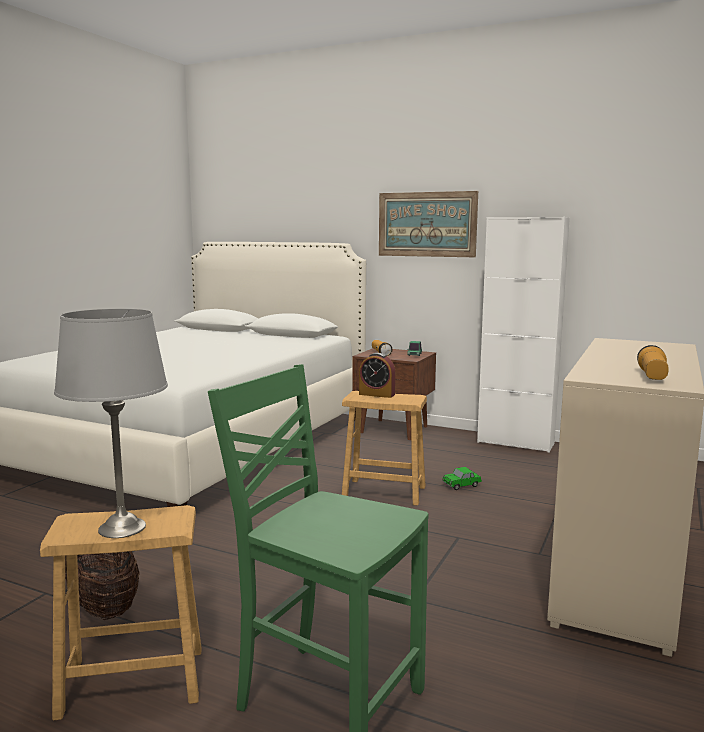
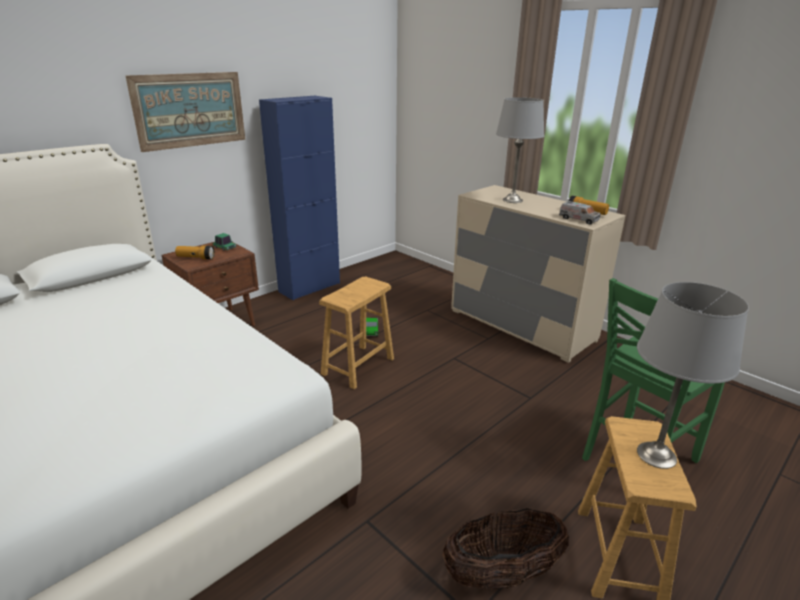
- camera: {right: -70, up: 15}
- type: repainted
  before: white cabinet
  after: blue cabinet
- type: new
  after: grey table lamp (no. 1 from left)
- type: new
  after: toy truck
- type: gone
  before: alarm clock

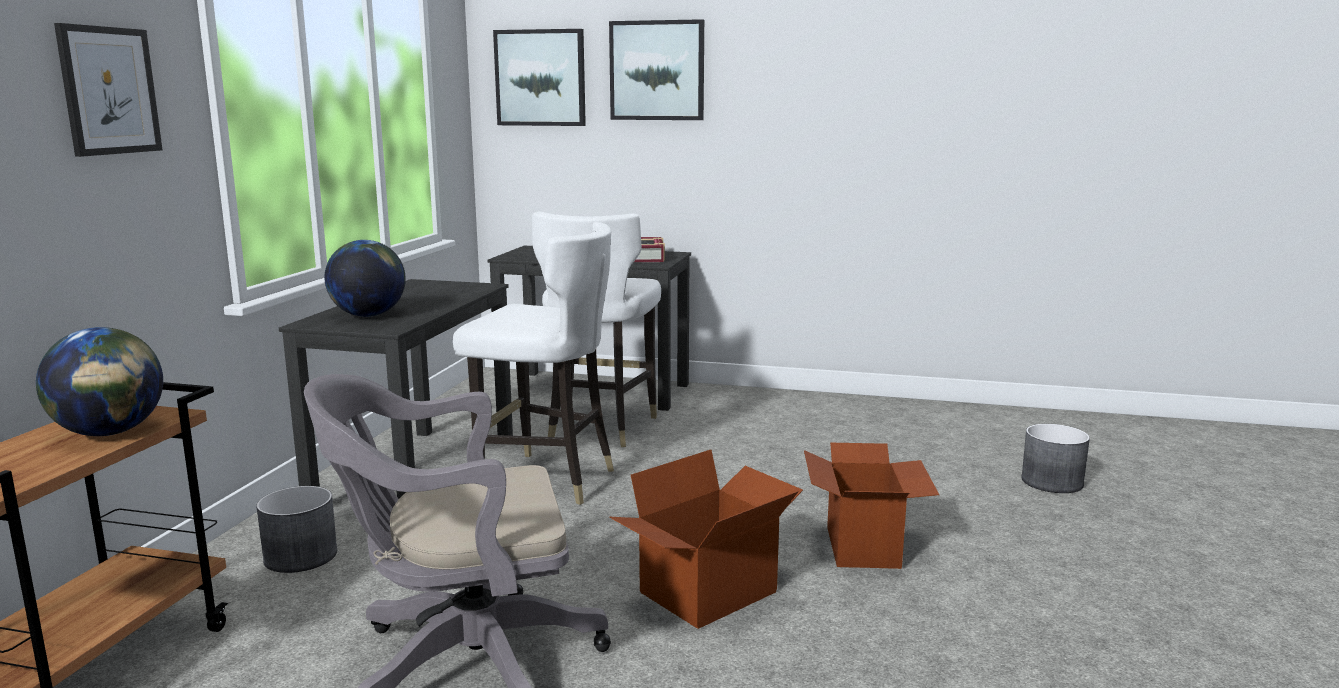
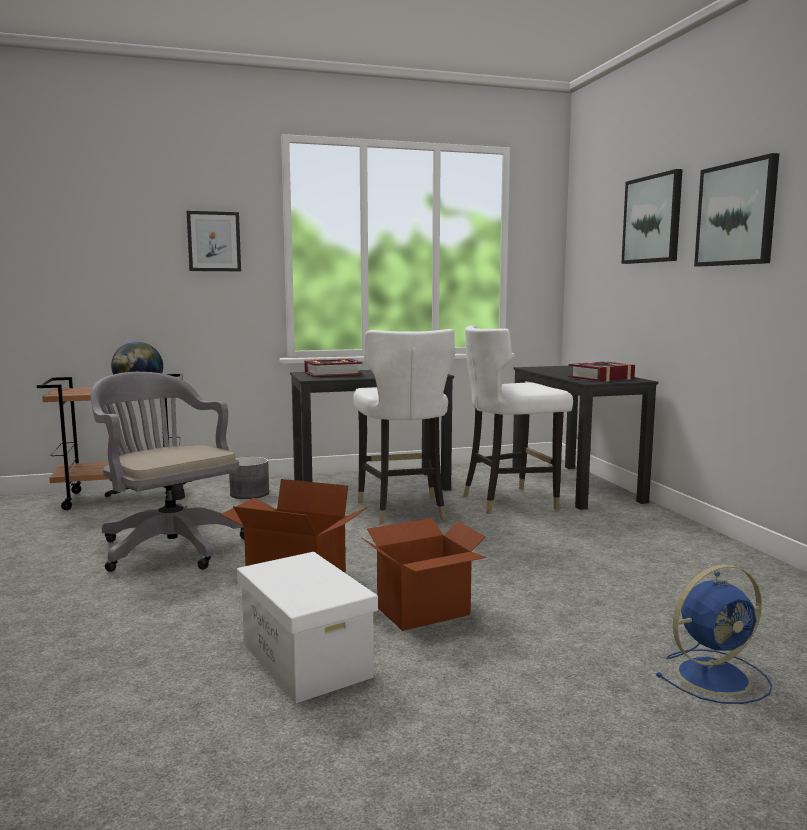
- camera: {right: 60, up: -5}
- type: new
  after: white storage box
- type: swapped
  before: globe (no. 2 from left)
  after: book (no. 1 from left)
- type: swapped
  before: grey planter (no. 2 from left)
  after: blue fan
- type: shifted
  before: picture (no. 2 from left in the first image)
  after: picture (no. 3 from left)

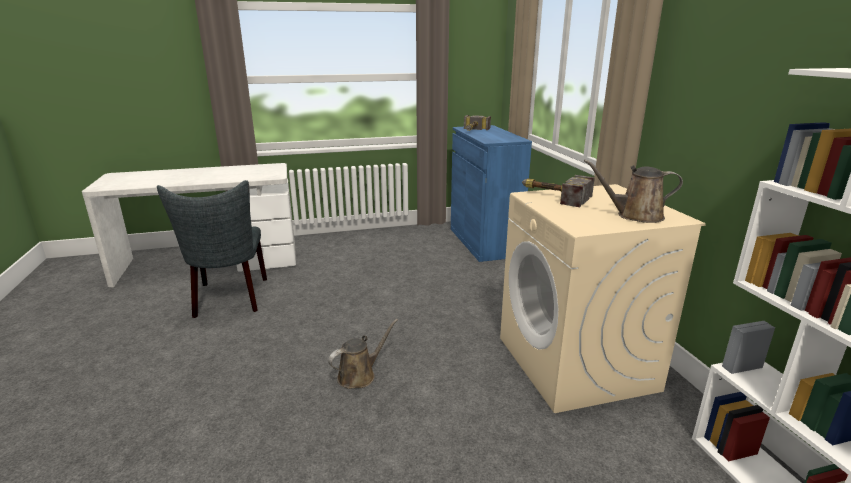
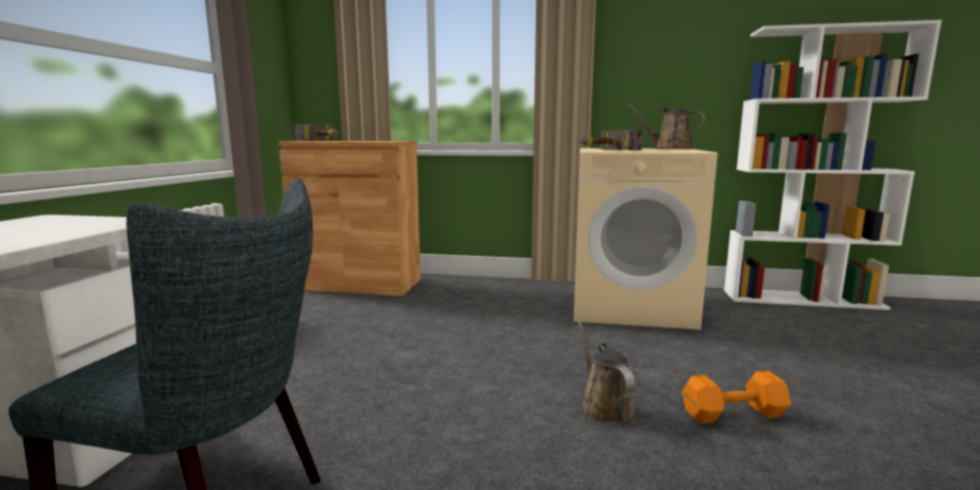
- camera: {right: -65, up: -10}
- type: repainted
  before: blue cabinet
  after: brown cabinet
- type: rotated
  before: brown watering can (no. 2 from left)
  turn: 90
- type: new
  after: orange dumbbell

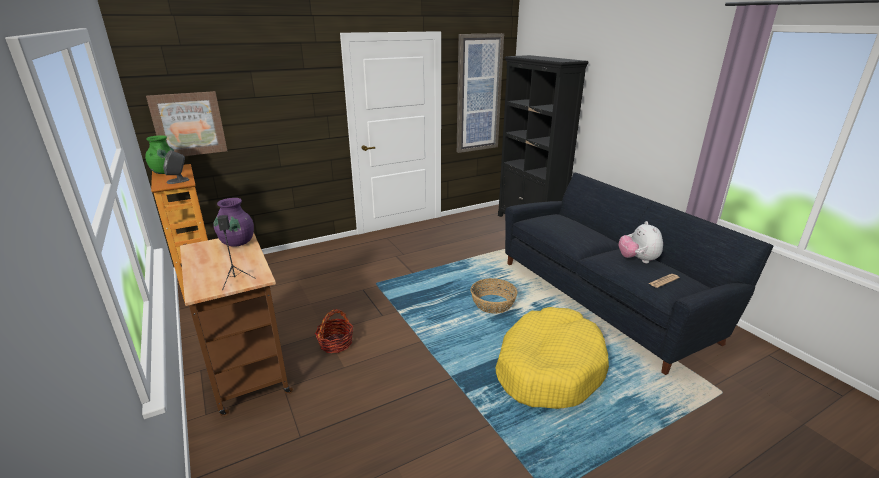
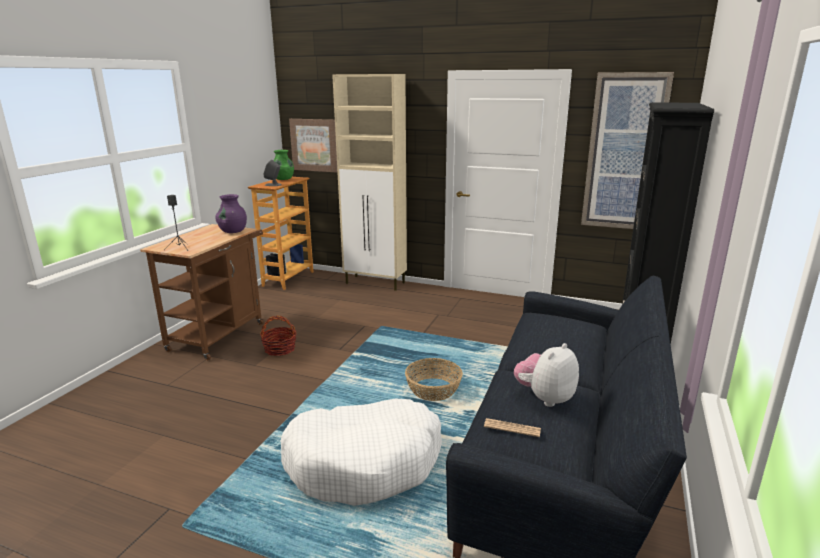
- camera: {right: 50, up: -5}
- type: repainted
  before: yellow dog bed
  after: white dog bed
- type: new
  after: beige cabinet

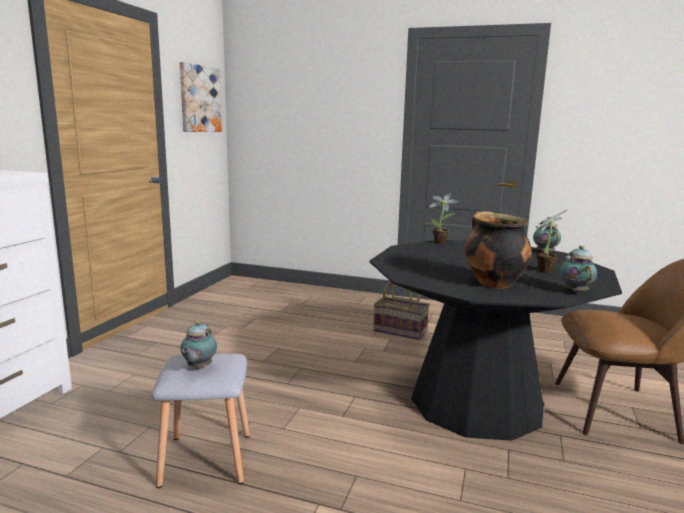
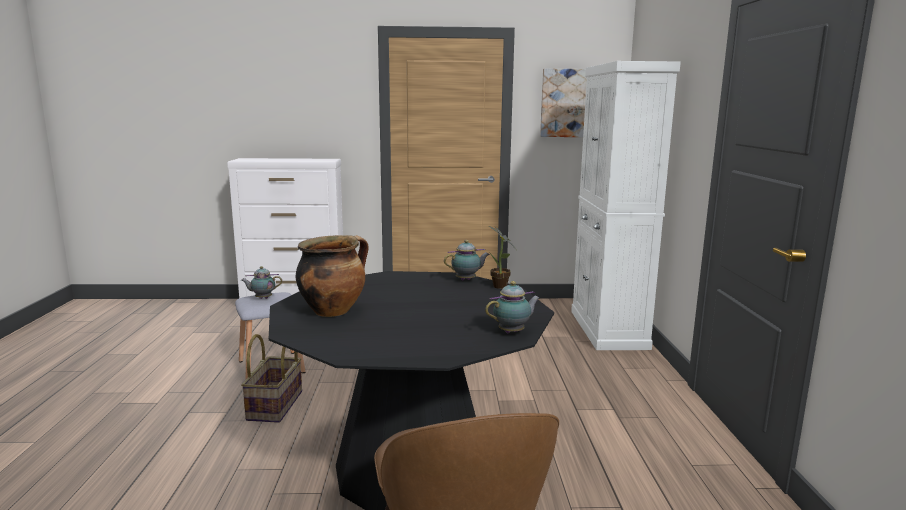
- camera: {right: 70, up: 0}
- type: shifted
  before: basket
- type: shifted
  before: teapot (no. 3 from left in the first image)
  after: teapot (no. 2 from left)
- type: new
  after: white cabinet
- type: gone
  before: potted plant (no. 2 from left)

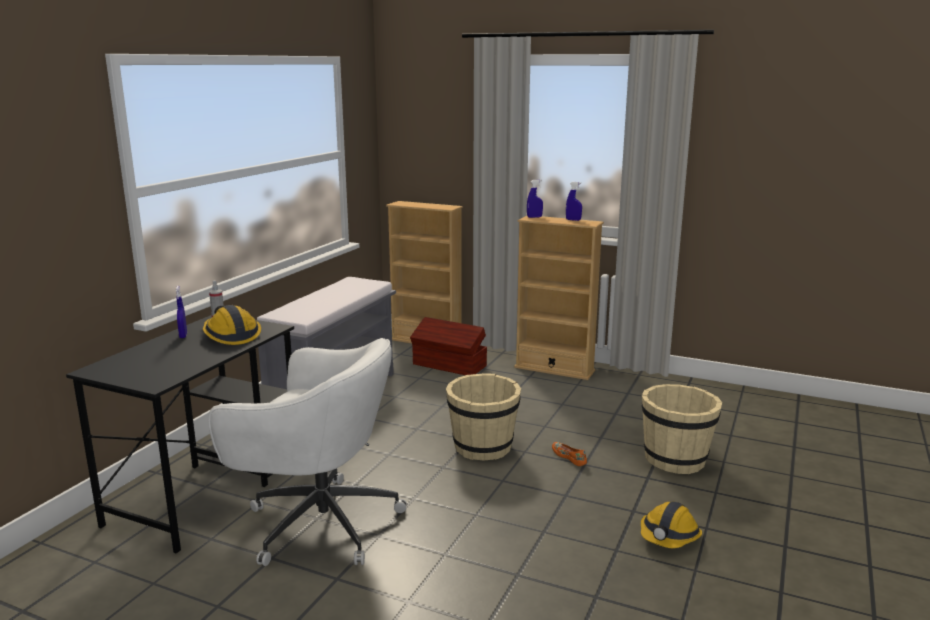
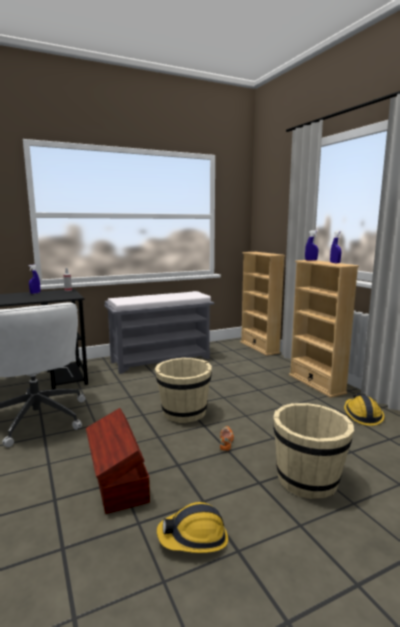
- camera: {right: 40, up: -5}
- type: shifted
  before: brown storage box
- type: shifted
  before: hard hat (no. 1 from left in the first image)
  after: hard hat (no. 2 from left)

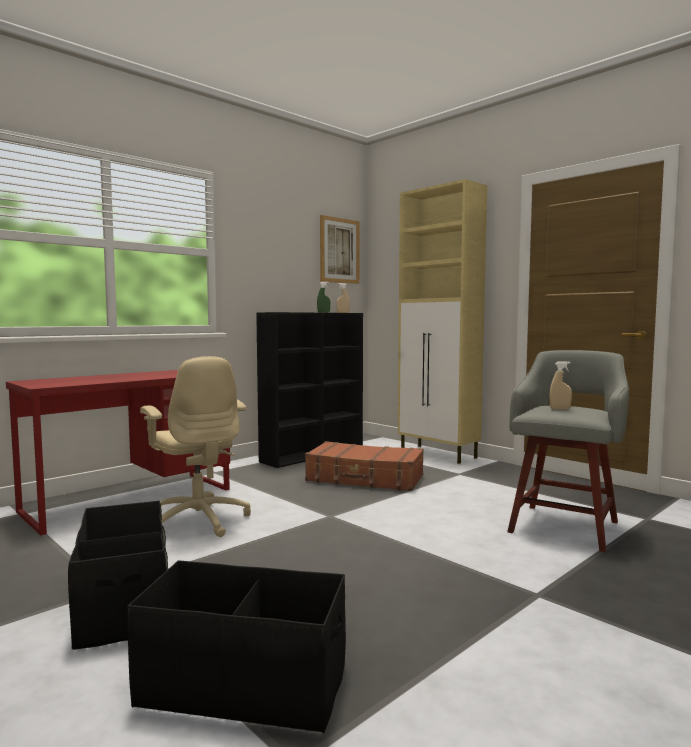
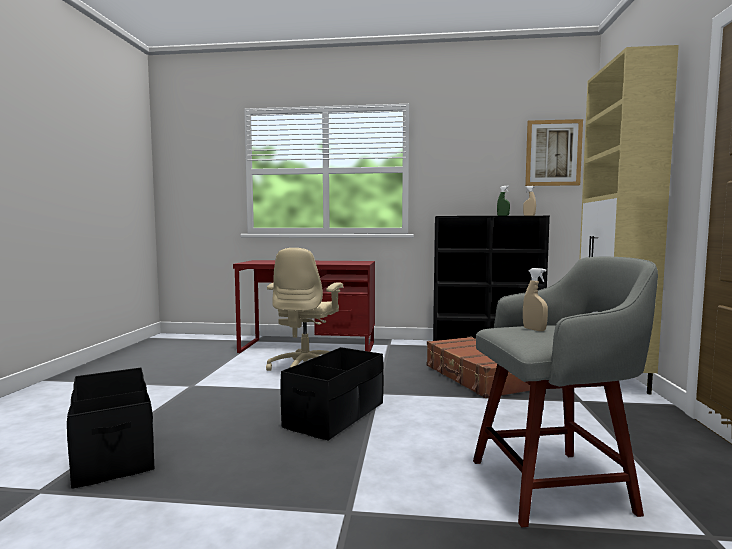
- camera: {right: 50, up: 0}
- type: shifted
  before: black storage box (no. 1 from left in the first image)
  after: black storage box (no. 2 from left)

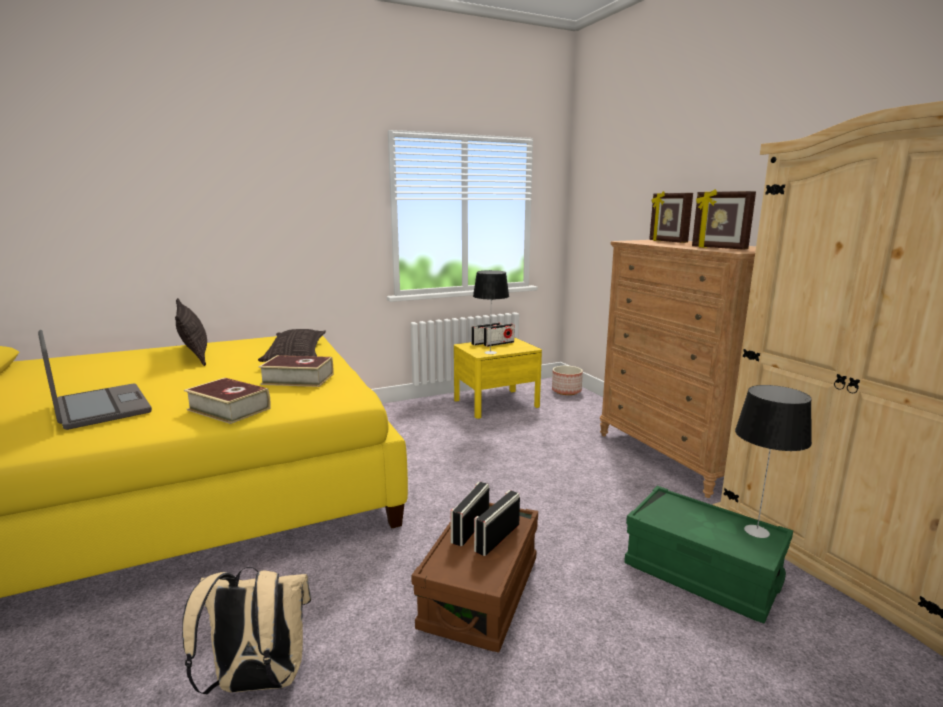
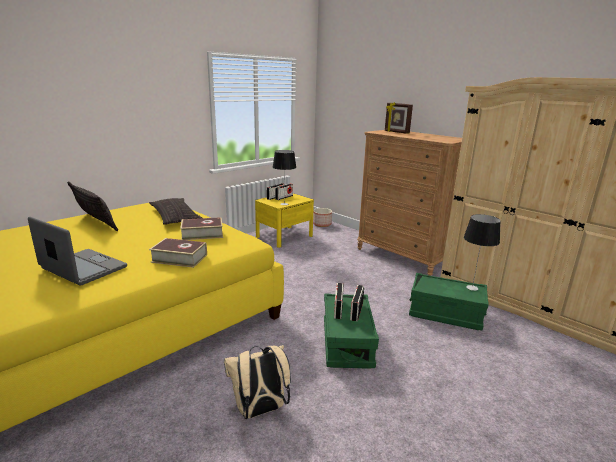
- camera: {right: -20, up: 5}
- type: repainted
  before: brown storage box
  after: green storage box (no. 1 from left)
- type: gone
  before: picture frame (no. 2 from left)

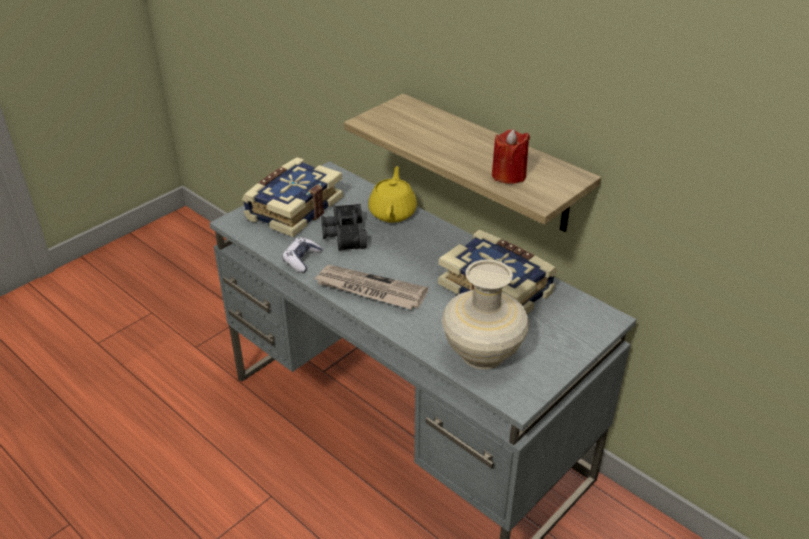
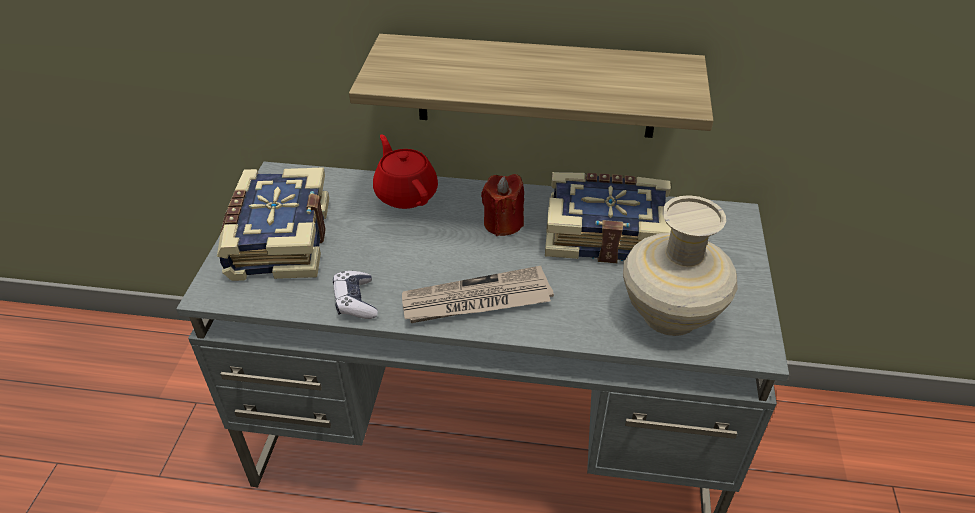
- camera: {right: -35, up: 5}
- type: repainted
  before: yellow teapot
  after: red teapot
- type: shifted
  before: red candle
- type: gone
  before: black binoculars

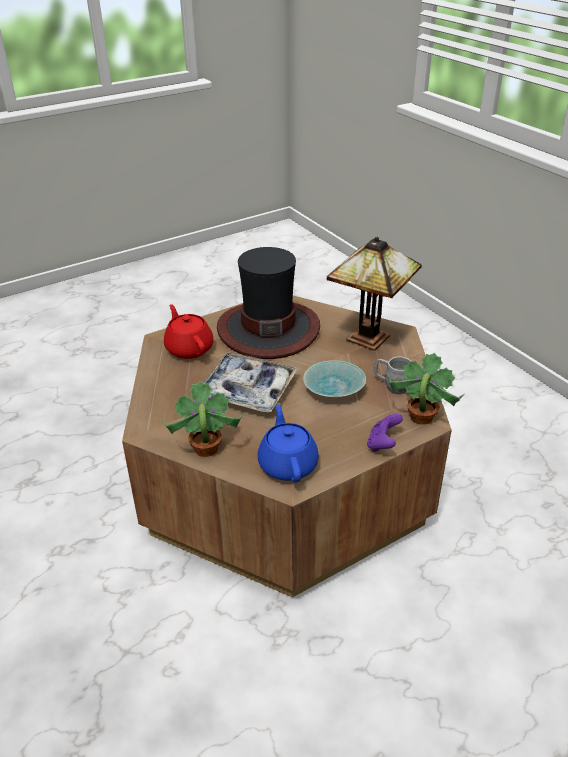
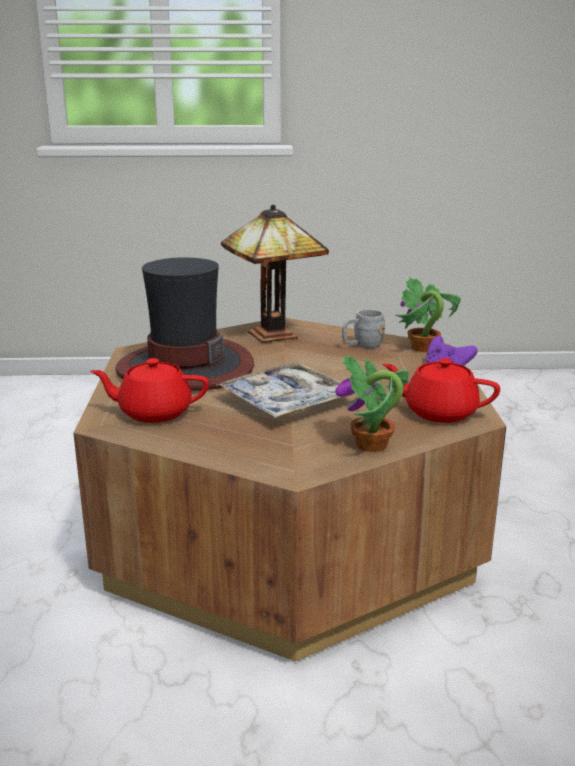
- camera: {right: -60, up: -15}
- type: repainted
  before: blue teapot
  after: red teapot (no. 2 from left)
- type: gone
  before: turquoise bowl

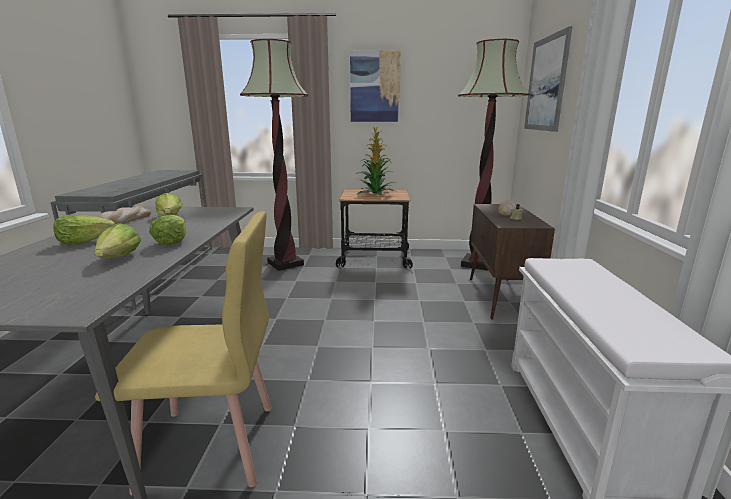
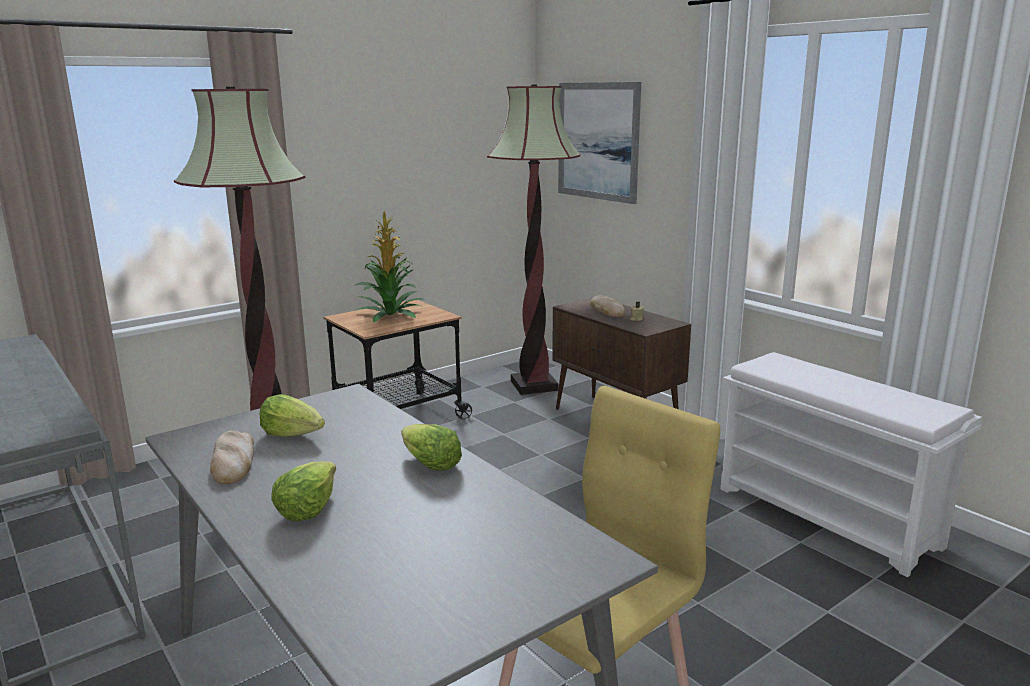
- camera: {right: -40, up: 0}
- type: gone
  before: lettuce (no. 2 from left)
- type: gone
  before: picture (no. 1 from left)

